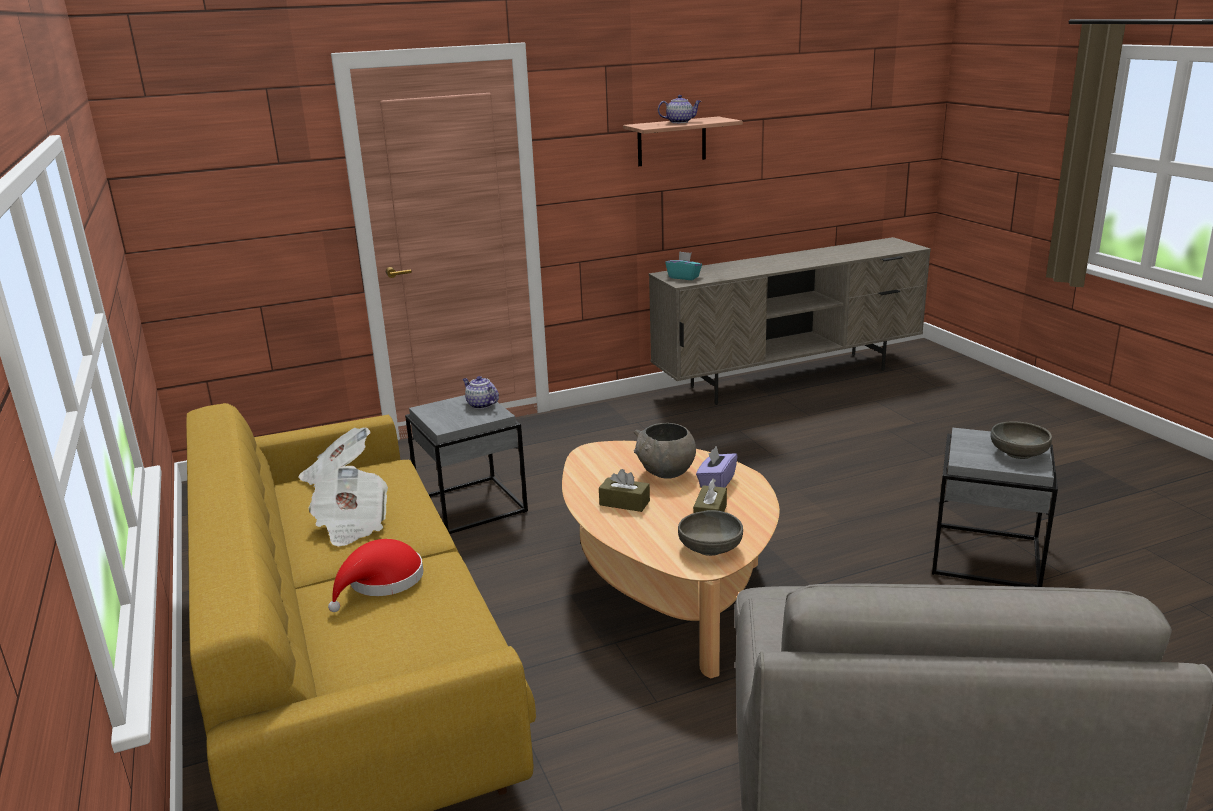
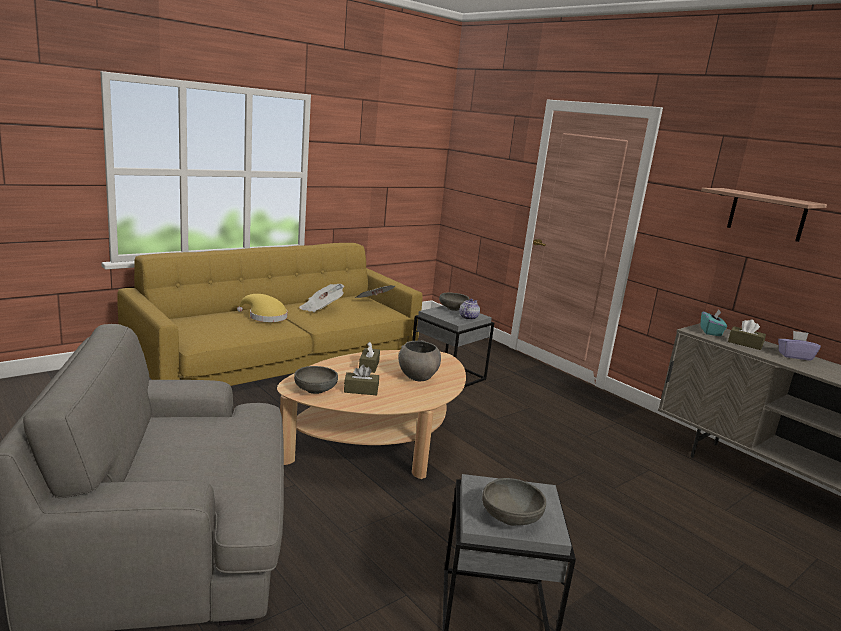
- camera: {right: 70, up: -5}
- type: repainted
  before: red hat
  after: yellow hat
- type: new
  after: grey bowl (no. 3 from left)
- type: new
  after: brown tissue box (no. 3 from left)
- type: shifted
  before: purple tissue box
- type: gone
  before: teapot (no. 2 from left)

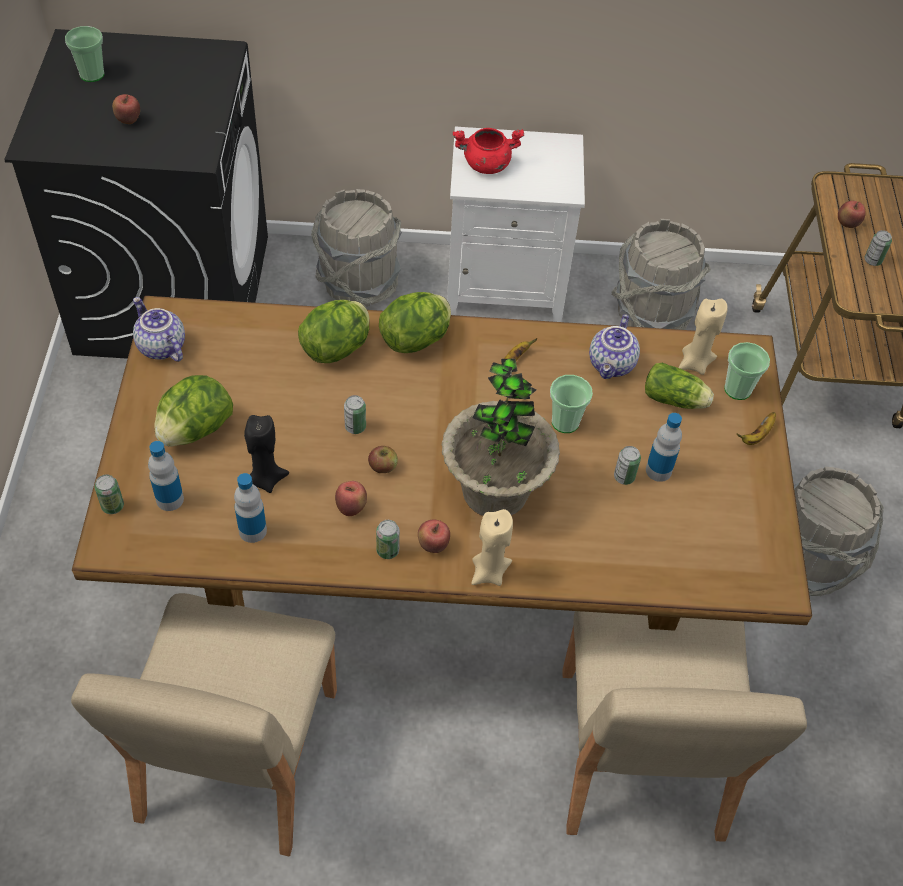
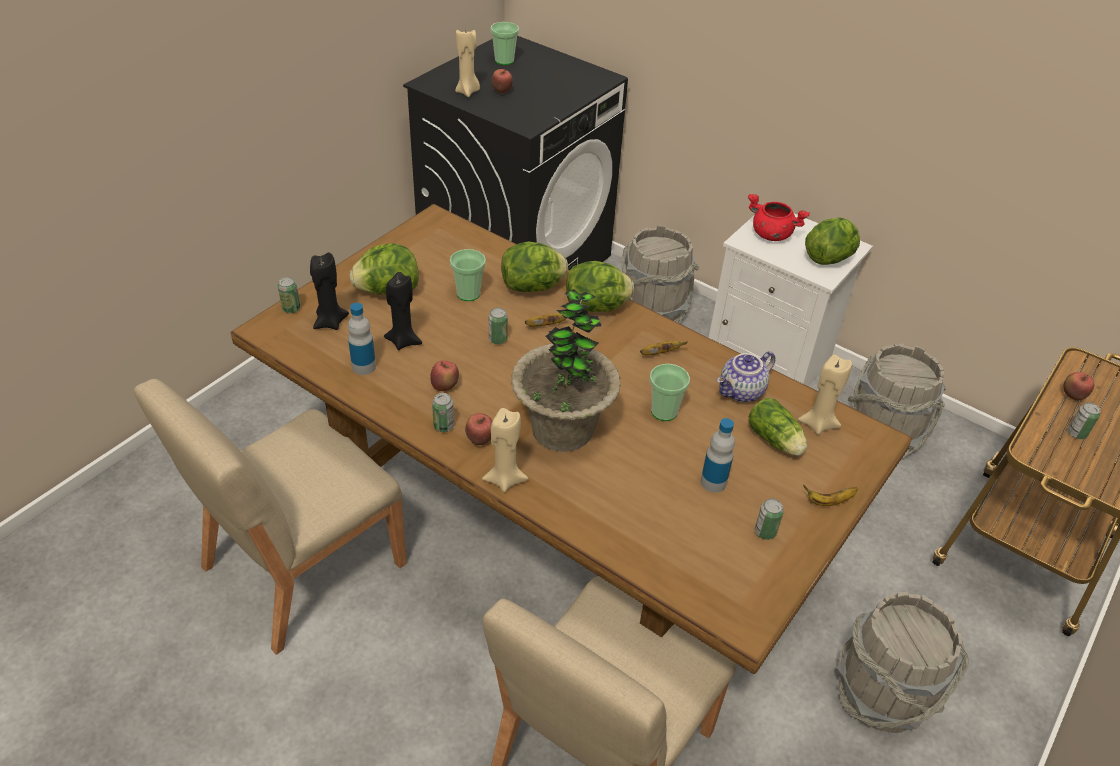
- camera: {right: 35, up: -10}
- type: swapped
  before: bottle (no. 1 from left)
  after: black candle (no. 1 from left)
- type: shifted
  before: cup (no. 3 from left in the first image)
  after: cup (no. 1 from left)
- type: new
  after: beige candle (no. 1 from left)
- type: new
  after: banana (no. 1 from left)
- type: shifted
  before: can (no. 4 from left)
- type: new
  after: lettuce (no. 5 from left)
- type: gone
  before: teapot (no. 1 from left)
- type: gone
  before: apple (no. 3 from left)

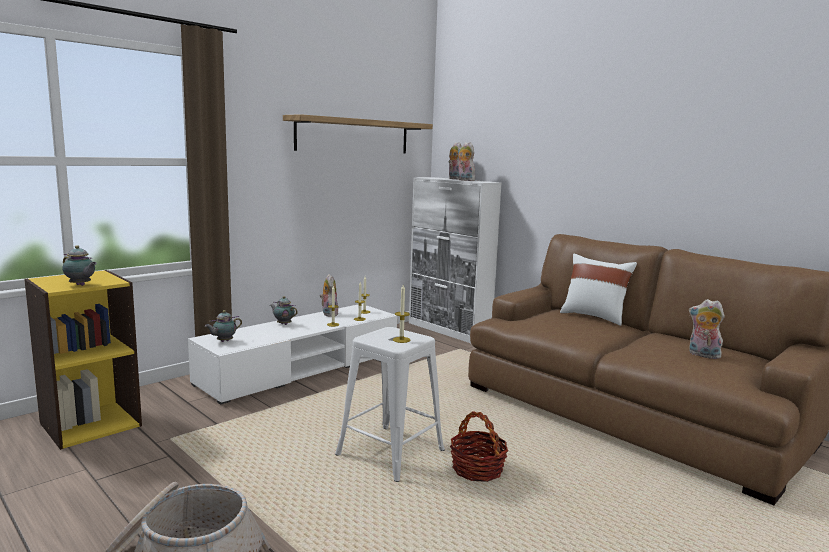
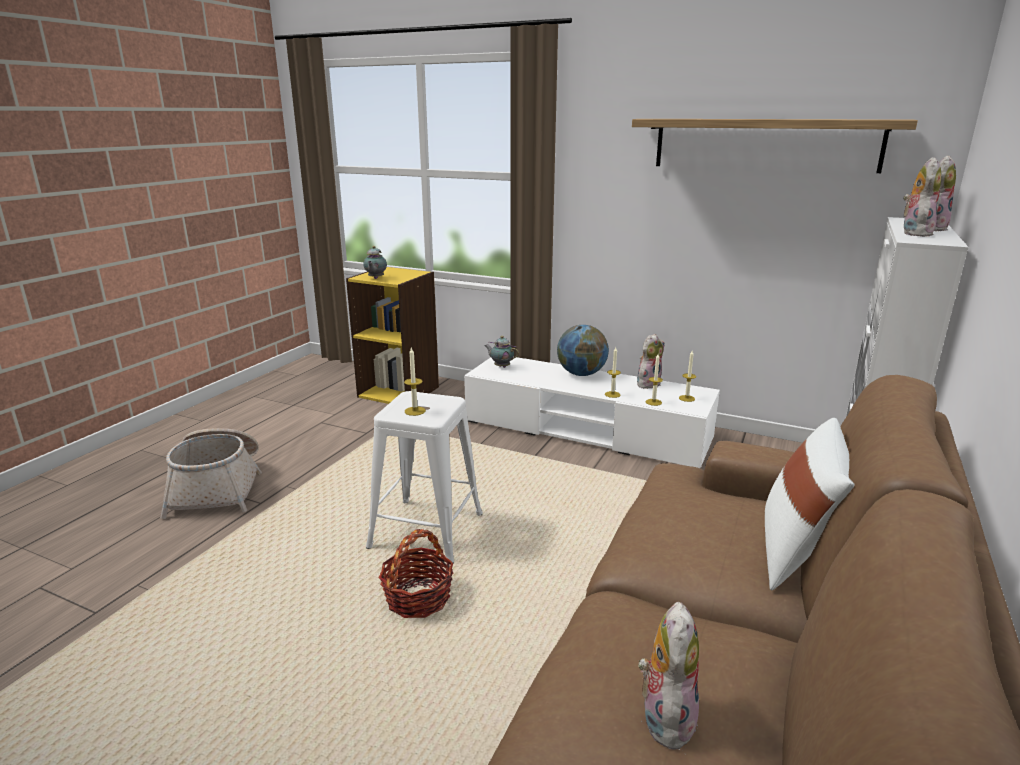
- camera: {right: 70, up: 10}
- type: swapped
  before: teapot (no. 3 from left)
  after: globe

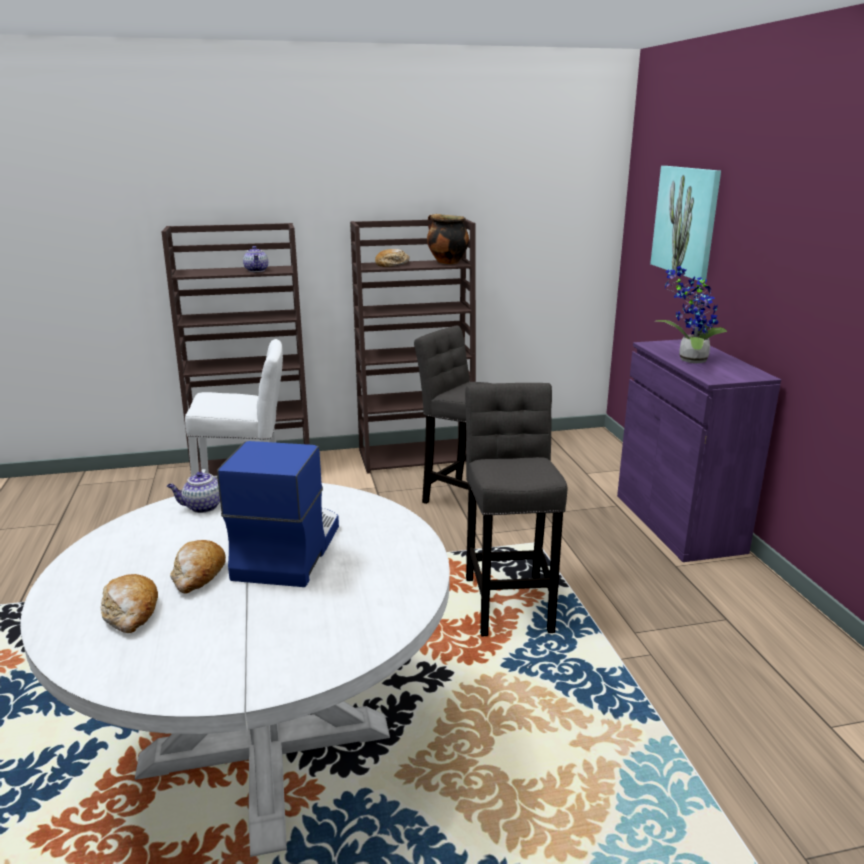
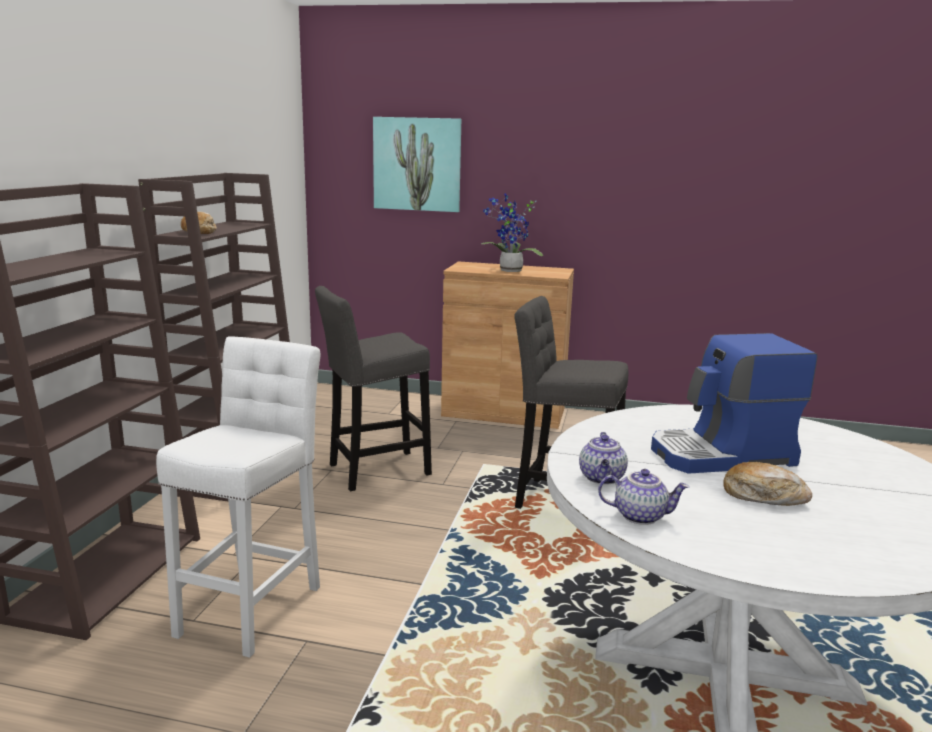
- camera: {right: -65, up: -5}
- type: repainted
  before: purple cabinet
  after: brown cabinet
- type: shifted
  before: teapot (no. 2 from left)
- type: rotated
  before: coffee machine
  turn: -45
- type: gone
  before: bread (no. 1 from left)
- type: gone
  before: cooking pot

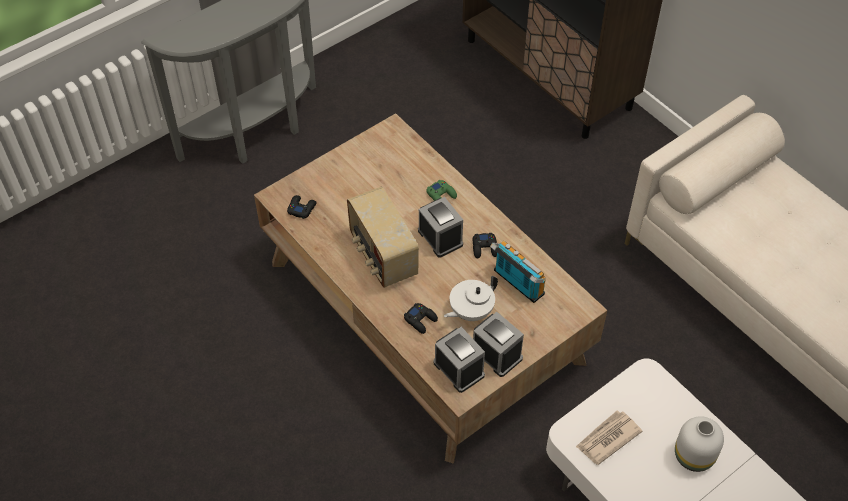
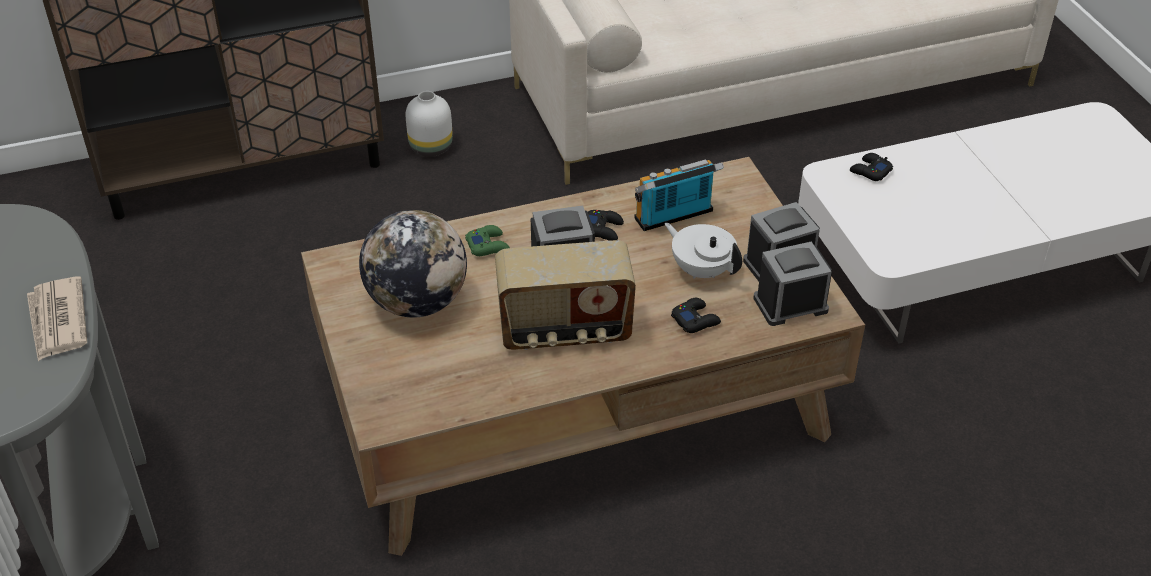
- camera: {right: -70, up: -10}
- type: shifted
  before: newspaper
- type: new
  after: globe
- type: shifted
  before: white vase
- type: rotated
  before: white teapot
  turn: 150
- type: shifted
  before: black game controller (no. 1 from left in the first image)
  after: black game controller (no. 3 from left)

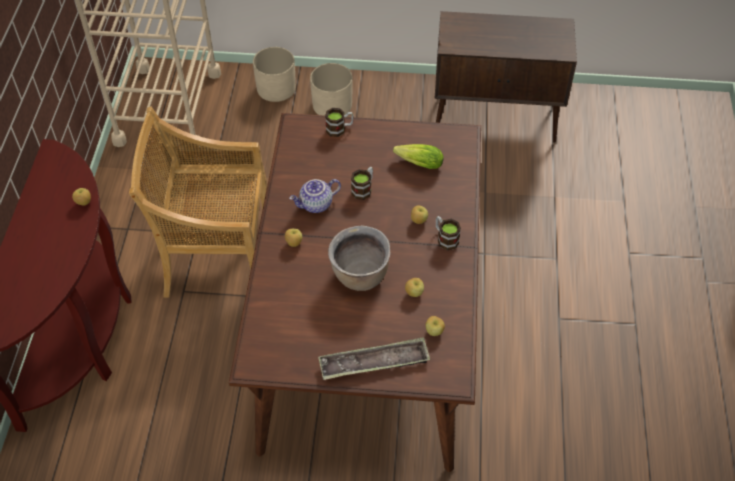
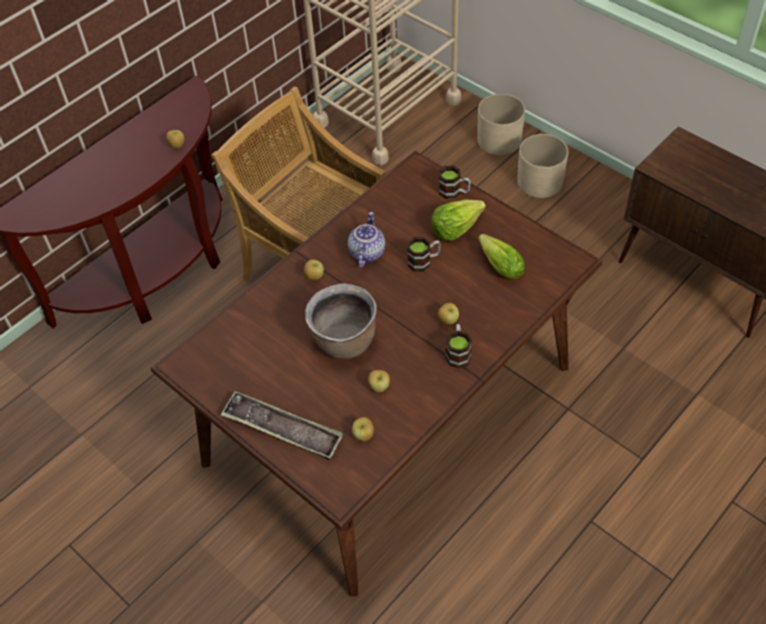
- camera: {right: 40, up: 0}
- type: rotated
  before: teapot
  turn: 90
- type: new
  after: lettuce (no. 1 from left)

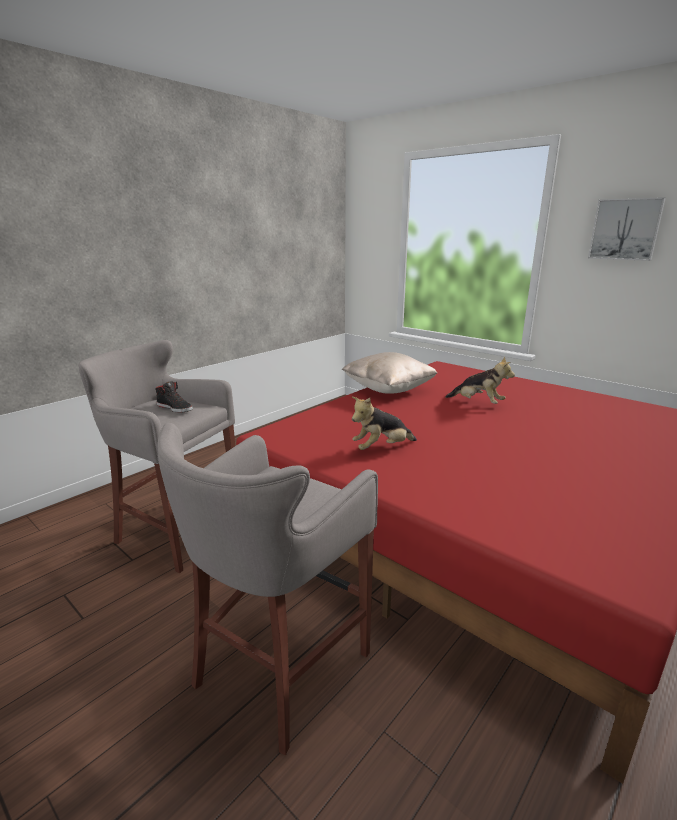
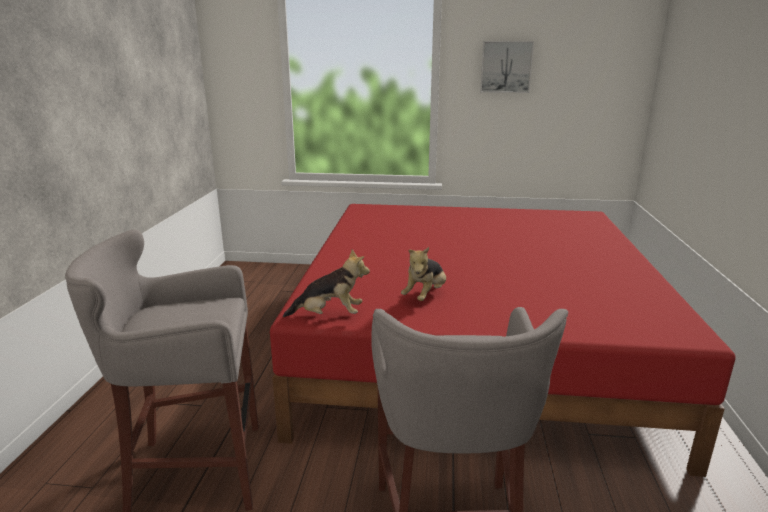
- camera: {right: -35, up: 0}
- type: shifted
  before: plush toy (no. 2 from left in the first image)
  after: plush toy (no. 1 from left)
- type: gone
  before: black shoe
- type: gone
  before: beige pillow

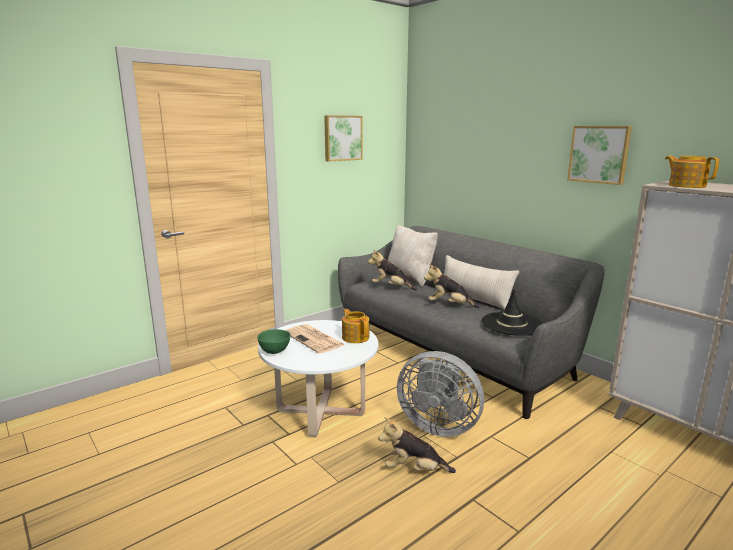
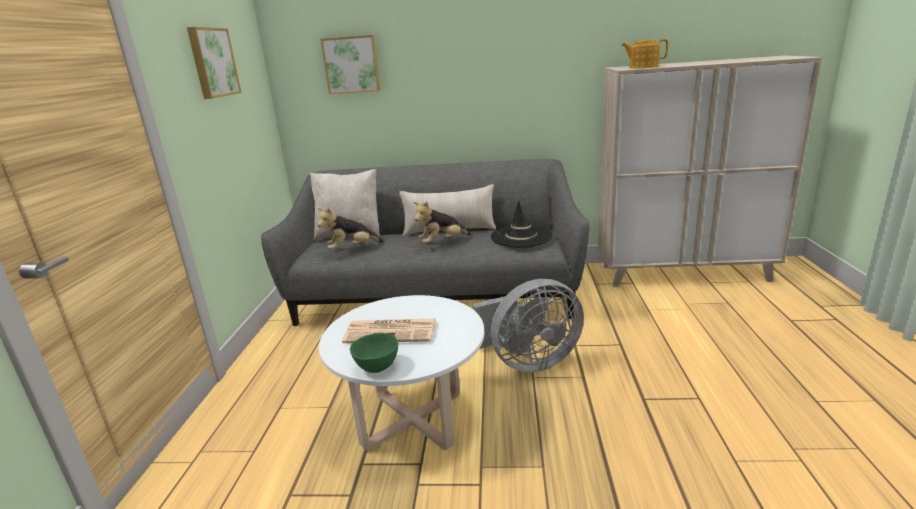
- camera: {right: -45, up: 5}
- type: shifted
  before: picture (no. 2 from left)
- type: gone
  before: teapot (no. 1 from left)
- type: gone
  before: plush toy (no. 2 from left)

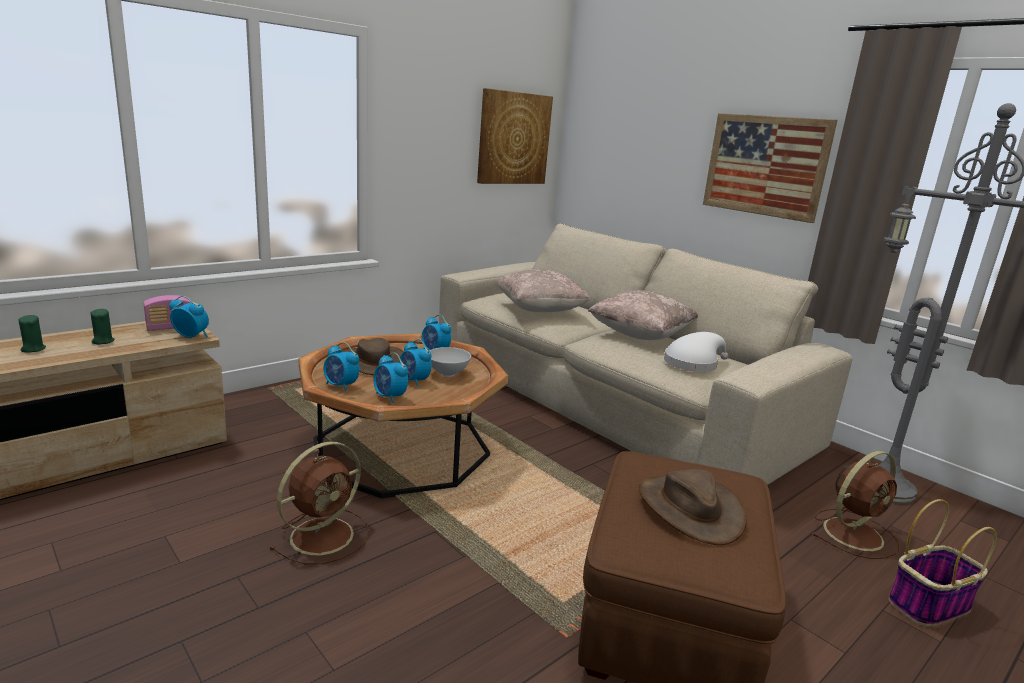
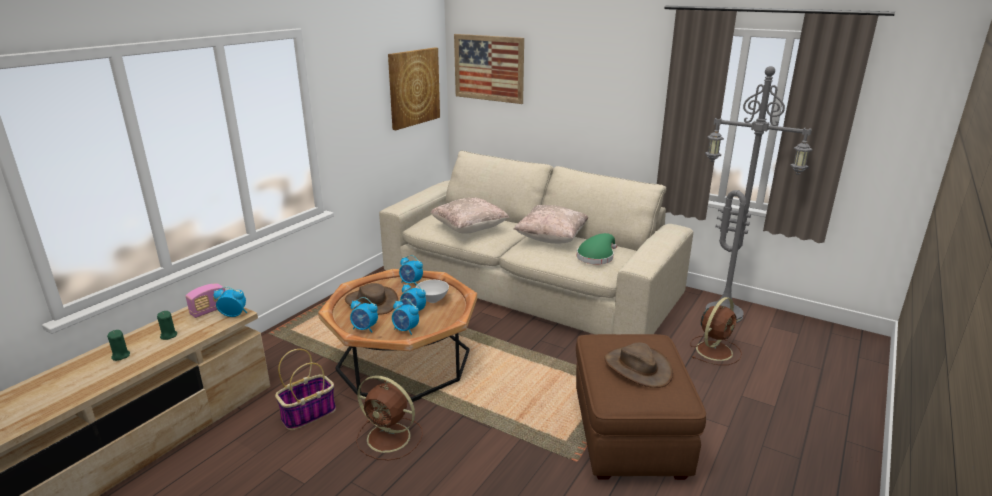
- camera: {right: -15, up: 5}
- type: shifted
  before: basket
- type: rotated
  before: brown fan (no. 1 from left)
  turn: 90
- type: shifted
  before: picture (no. 2 from left)
- type: repainted
  before: white hat
  after: green hat

